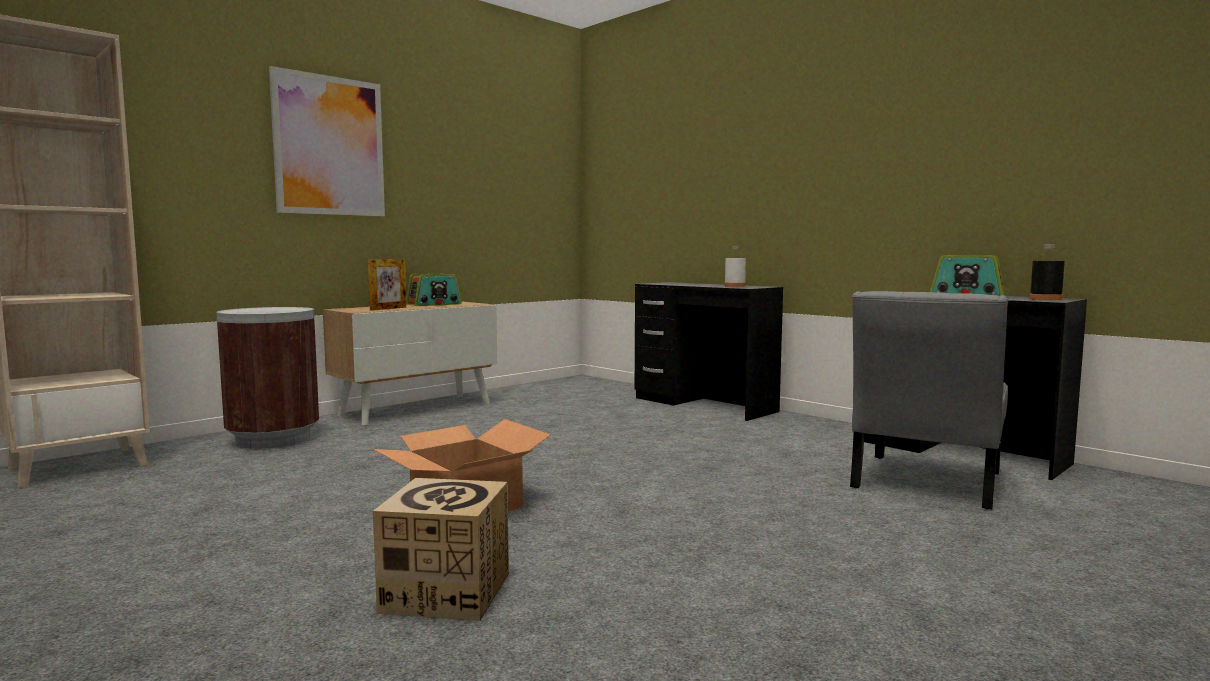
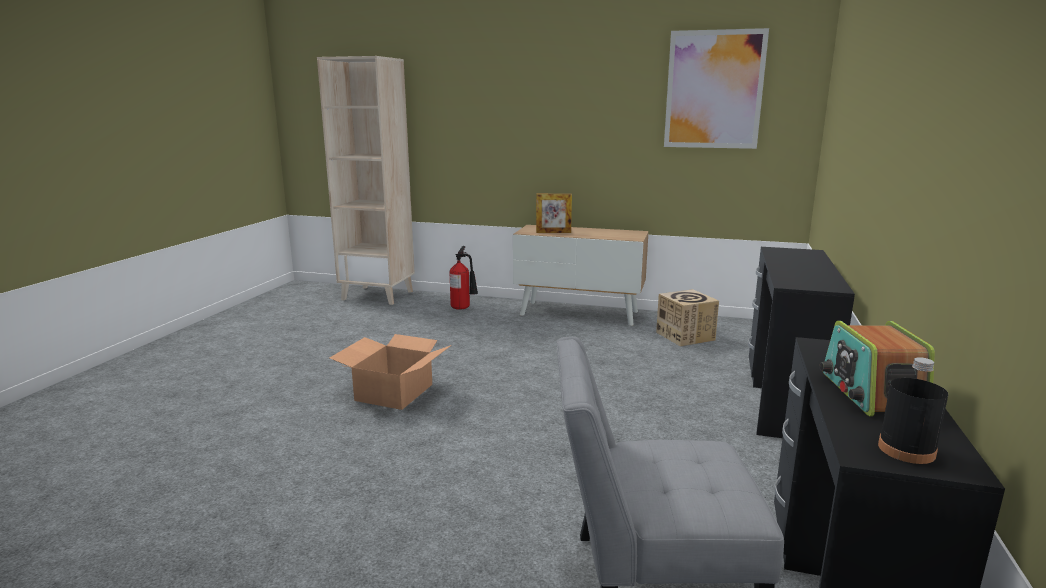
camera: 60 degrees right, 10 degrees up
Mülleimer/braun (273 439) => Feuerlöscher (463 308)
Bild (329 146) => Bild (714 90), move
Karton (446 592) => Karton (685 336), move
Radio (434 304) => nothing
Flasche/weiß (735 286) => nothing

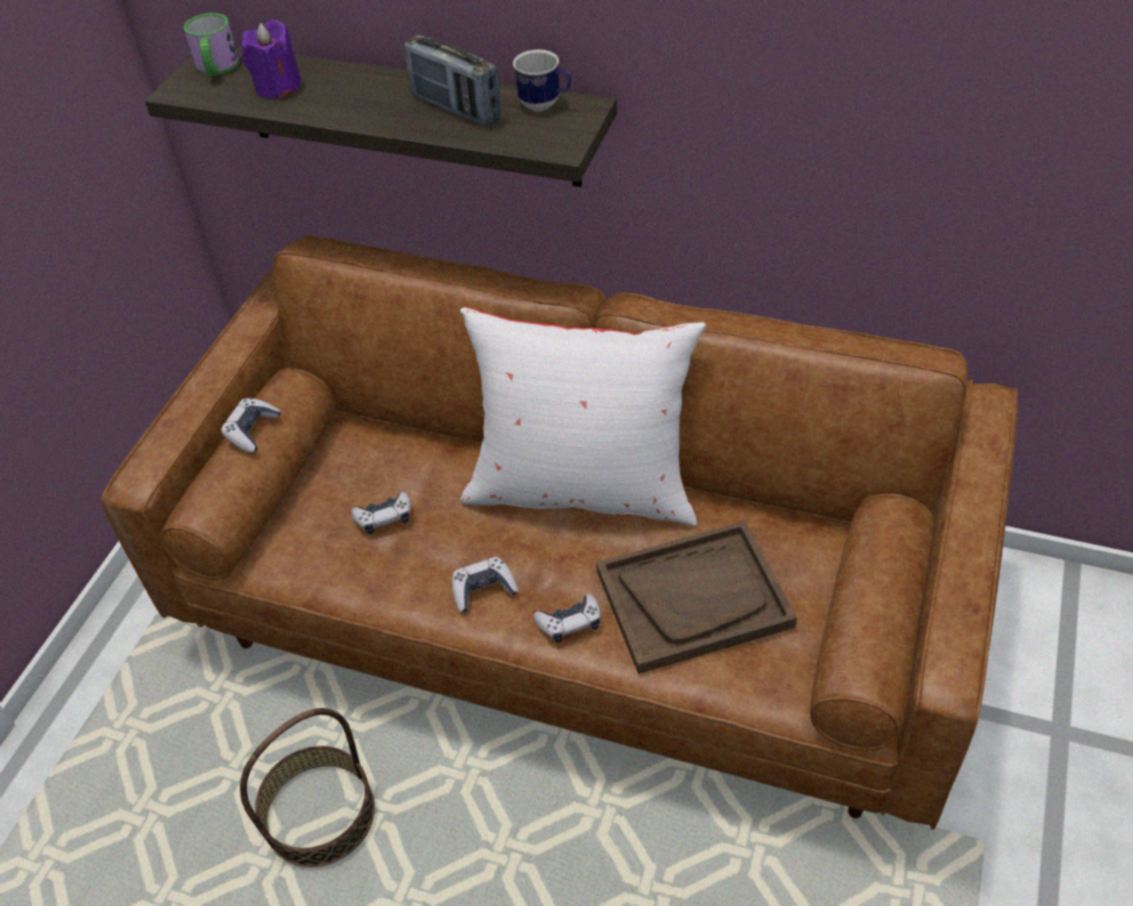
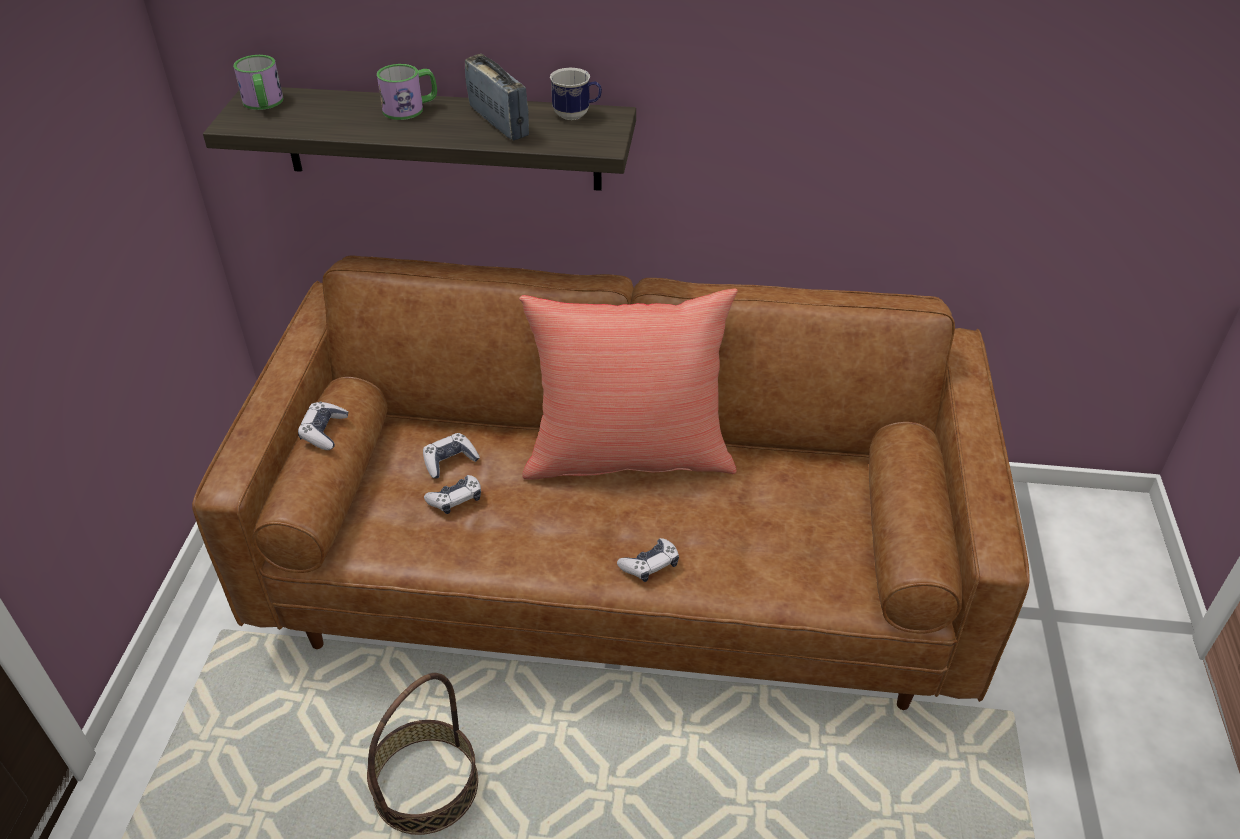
camera: 15 degrees left, 5 degrees down
Kerze/lila (277 87) => nothing
Radio (456 108) => Radio (499 122), 150 degrees counterclockwise
Gamepad (483 590) => Gamepad (450 461), move
Kissen/weiß (582 488) => Kissen/rot (628 455)
Tablett/braun (694 598) => nothing
nothing => Henkelbecher (410 108)

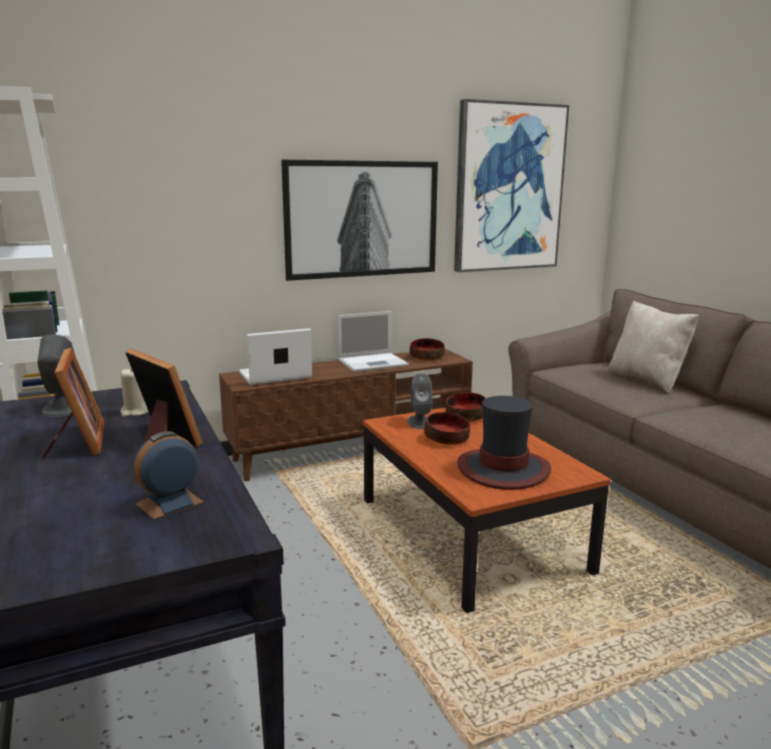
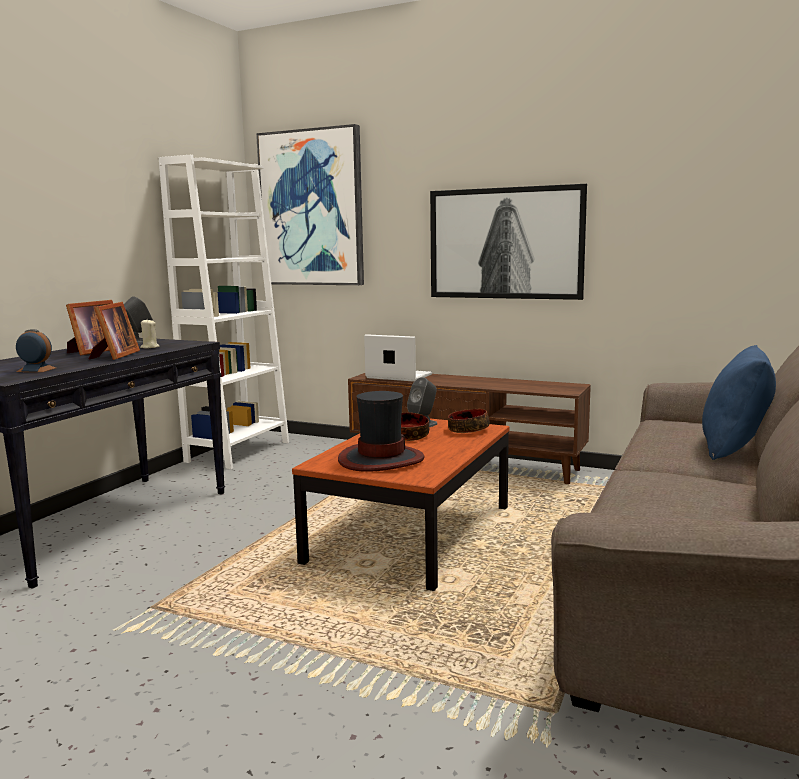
camera: 50 degrees right, 5 degrees down
Laptop (374 363) => nothing
Schüssel (426 357) => nothing
Bild (508 188) => Bild (312 208), move
Kissen/beige (646 380) => Kissen/blau (734 448)

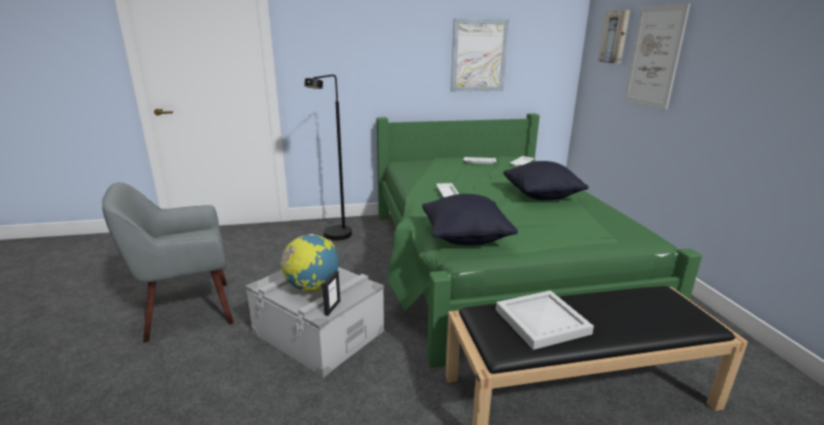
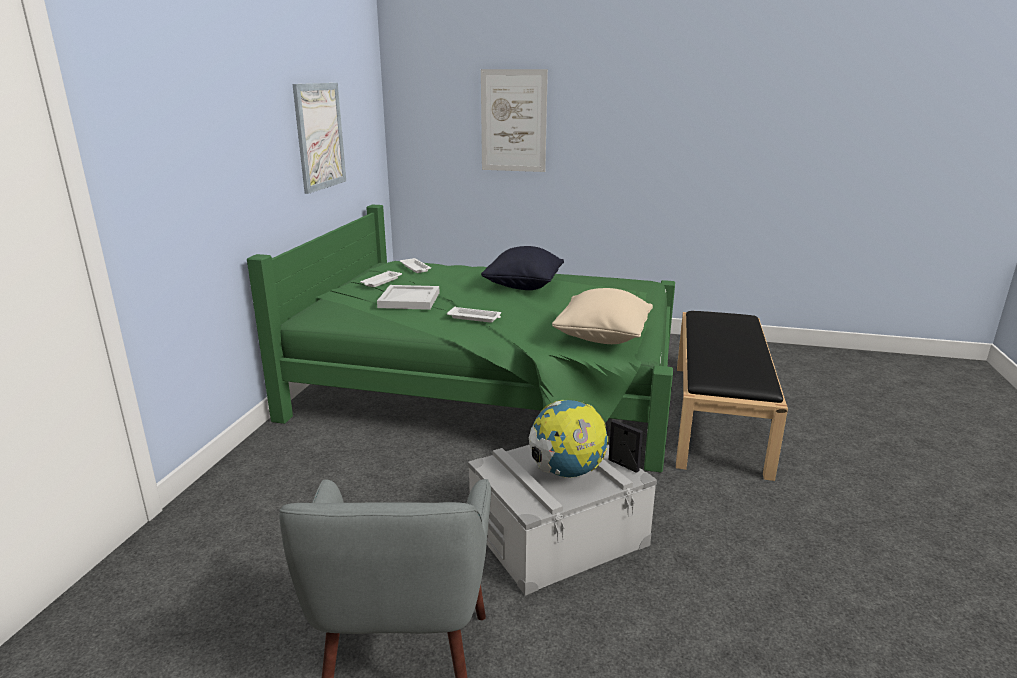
camera: 65 degrees left, 0 degrees up
Stehlampe/schwarz (335 238) => nothing
Kissen/schwarz (465 238) => Kissen/beige (602 338)
Tablett/weiß (542 320) => Tablett/weiß (408 300), move
Bild (615 37) => nothing

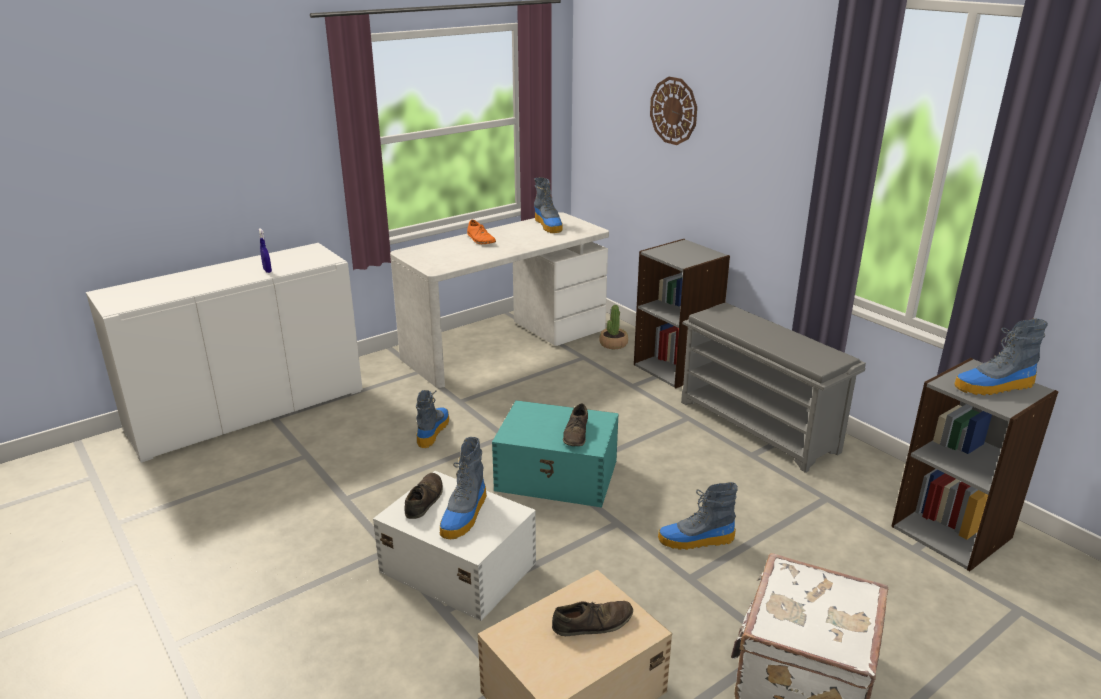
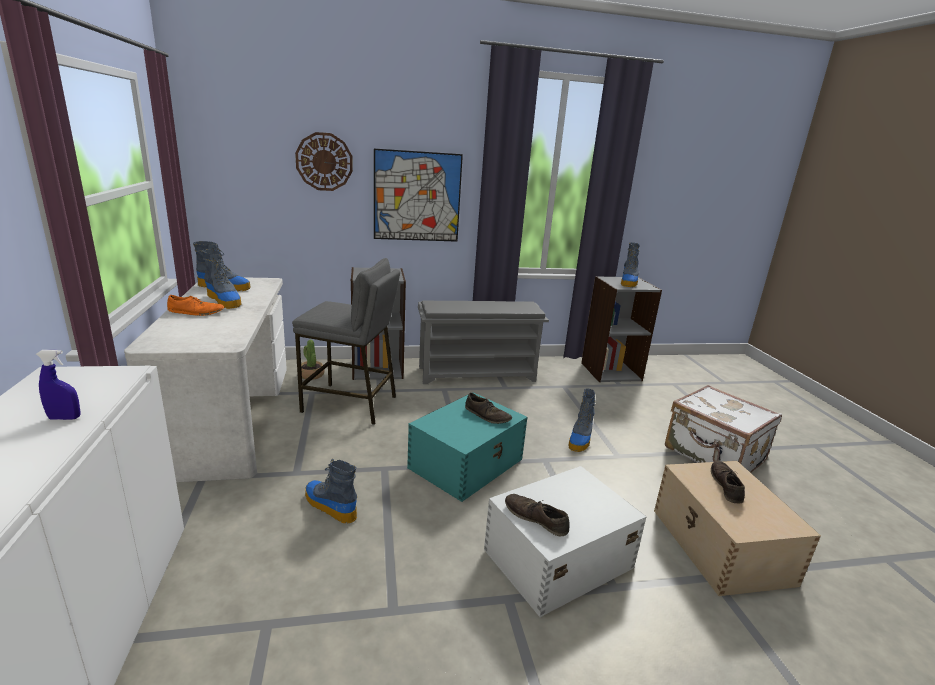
camera: 65 degrees left, 5 degrees down
Stiefel (464 515) => Stiefel (224 301), move
nothing => Hocker/grau (350 404)
nothing => Bild (417 197)

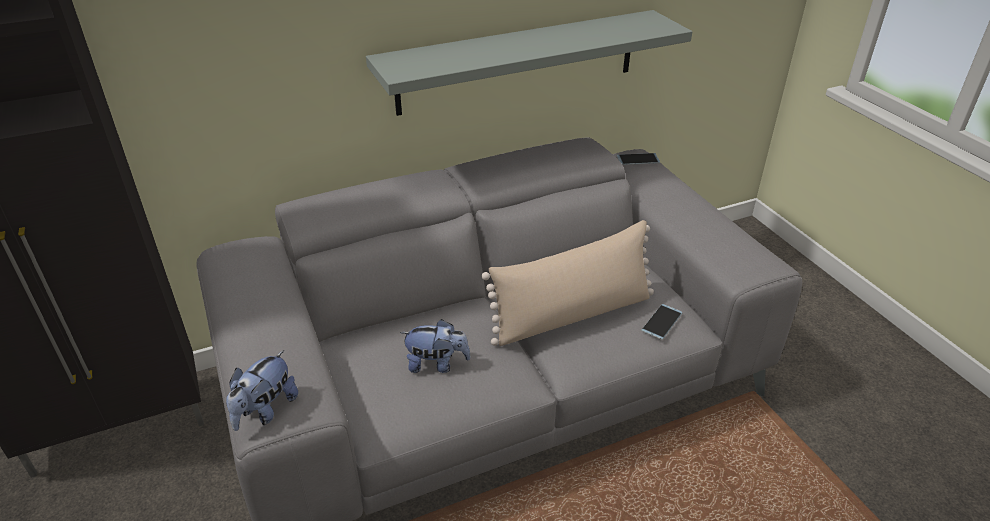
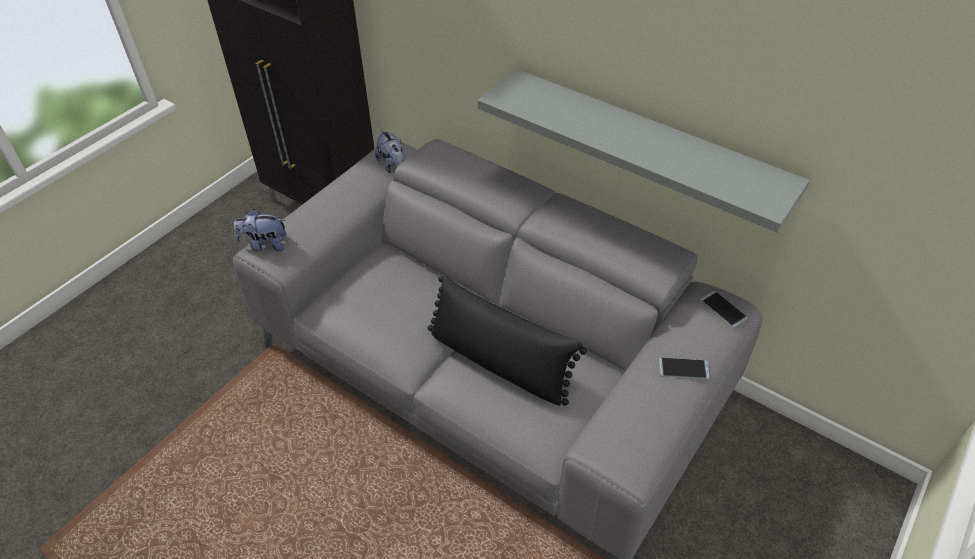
camera: 60 degrees right, 10 degrees up
Plüschtier (437 364) => Plüschtier (393 166), move
Kissen/beige (572 315) => Kissen/schwarz (499 362)
Handy (662 322) => Handy (683 368), move

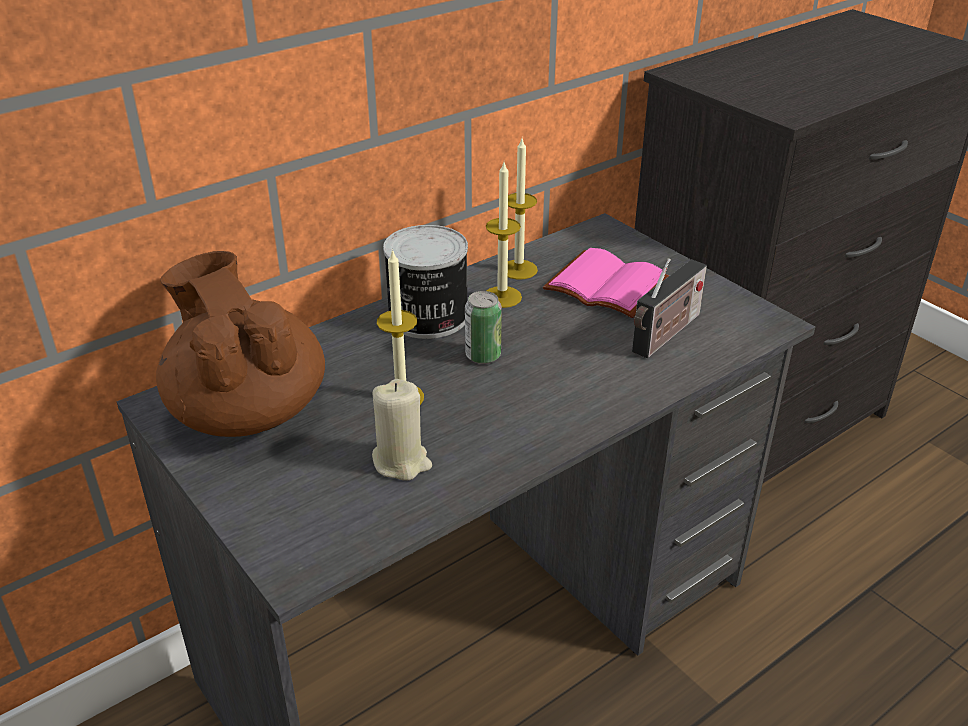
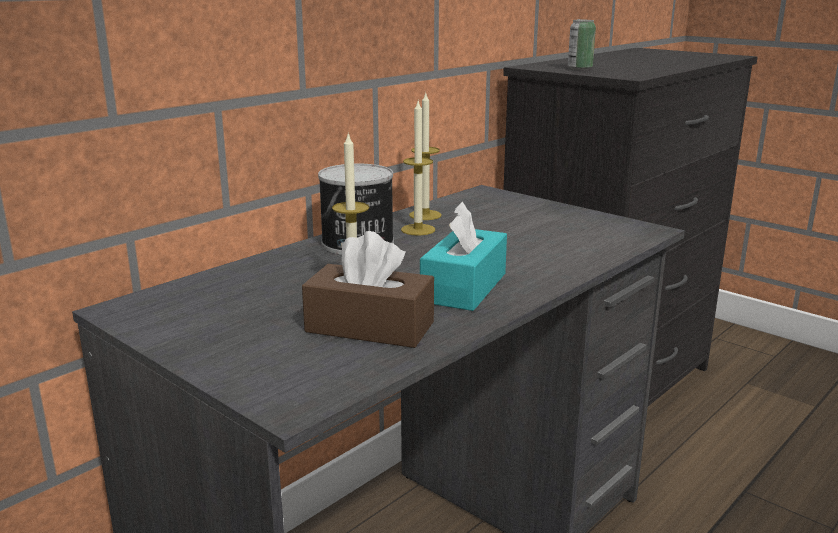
camera: 10 degrees left, 15 degrees down
Teekanne/braun (247 410) => nothing
Kerze/beige (401 462) => Taschentuchbox/braun (370 327)
Dose (483 356) => Dose (580 68), move
Buch/rosa (603 287) => nothing
Radio (665 336) => nothing
nothing => Taschentuchbox/türkis (464 287)

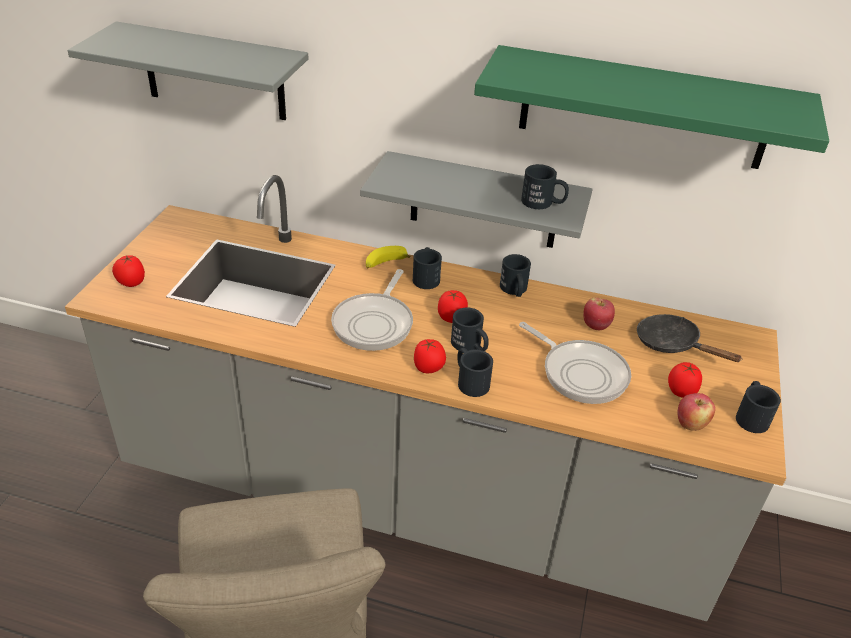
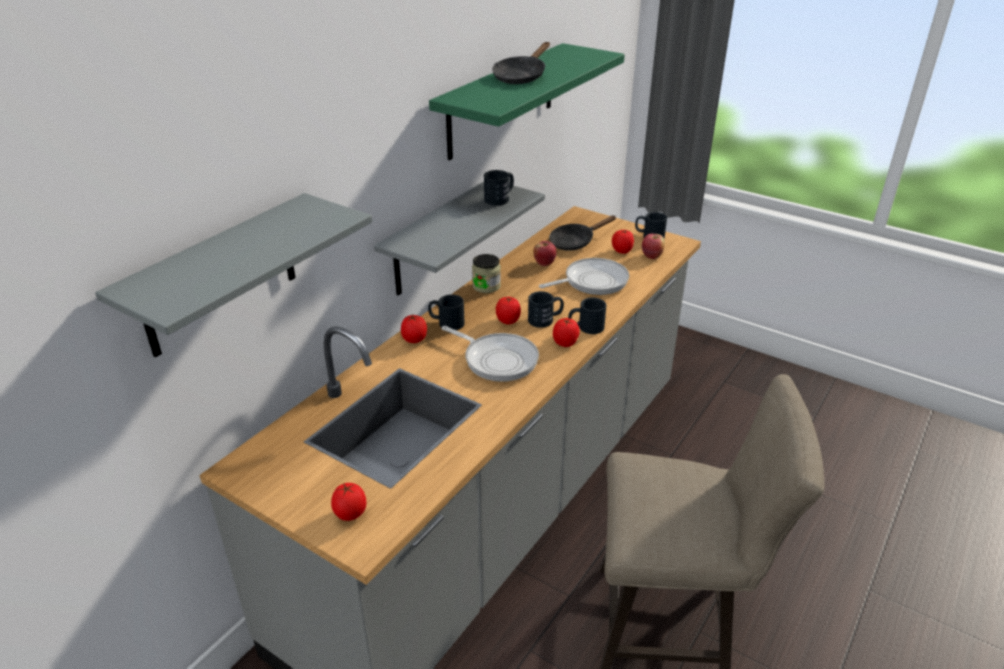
camera: 70 degrees left, 5 degrees down
Banane (385 264) => Tomate (414 340)
Henkelbecher/schwarz (514 290) => Vorratsglas (486 286)
nothing => Pfanne/schwarz (521 76)

